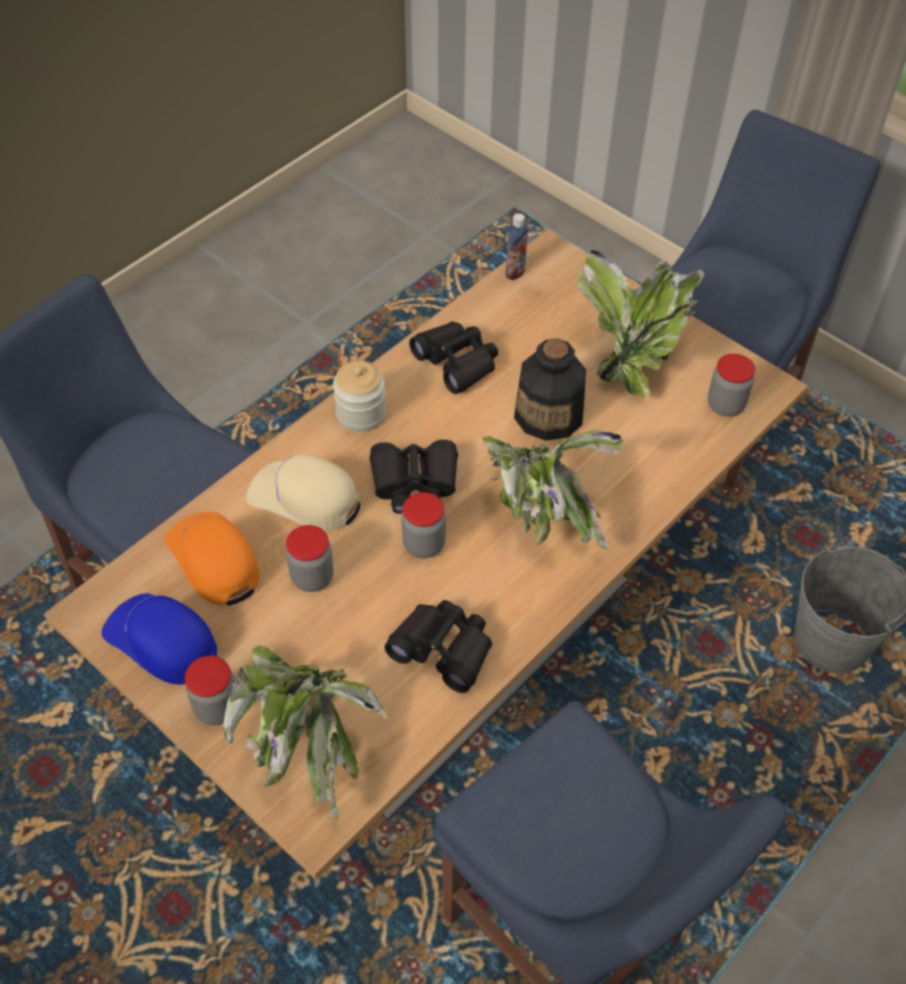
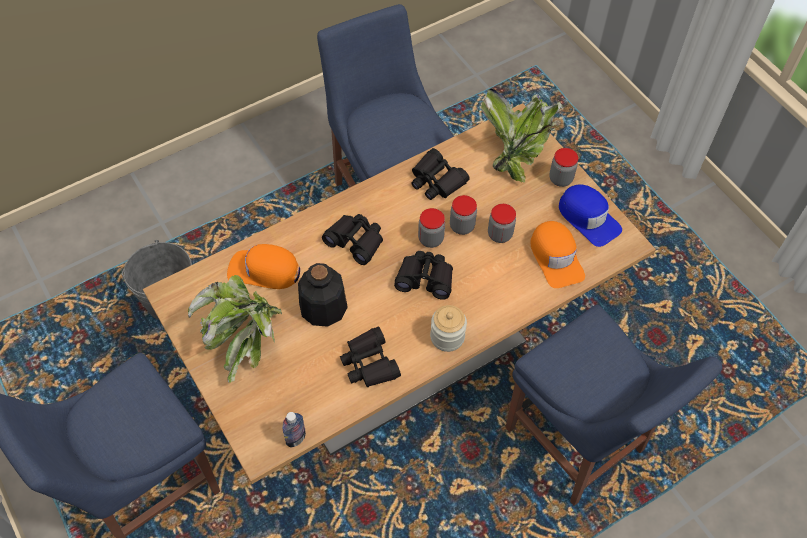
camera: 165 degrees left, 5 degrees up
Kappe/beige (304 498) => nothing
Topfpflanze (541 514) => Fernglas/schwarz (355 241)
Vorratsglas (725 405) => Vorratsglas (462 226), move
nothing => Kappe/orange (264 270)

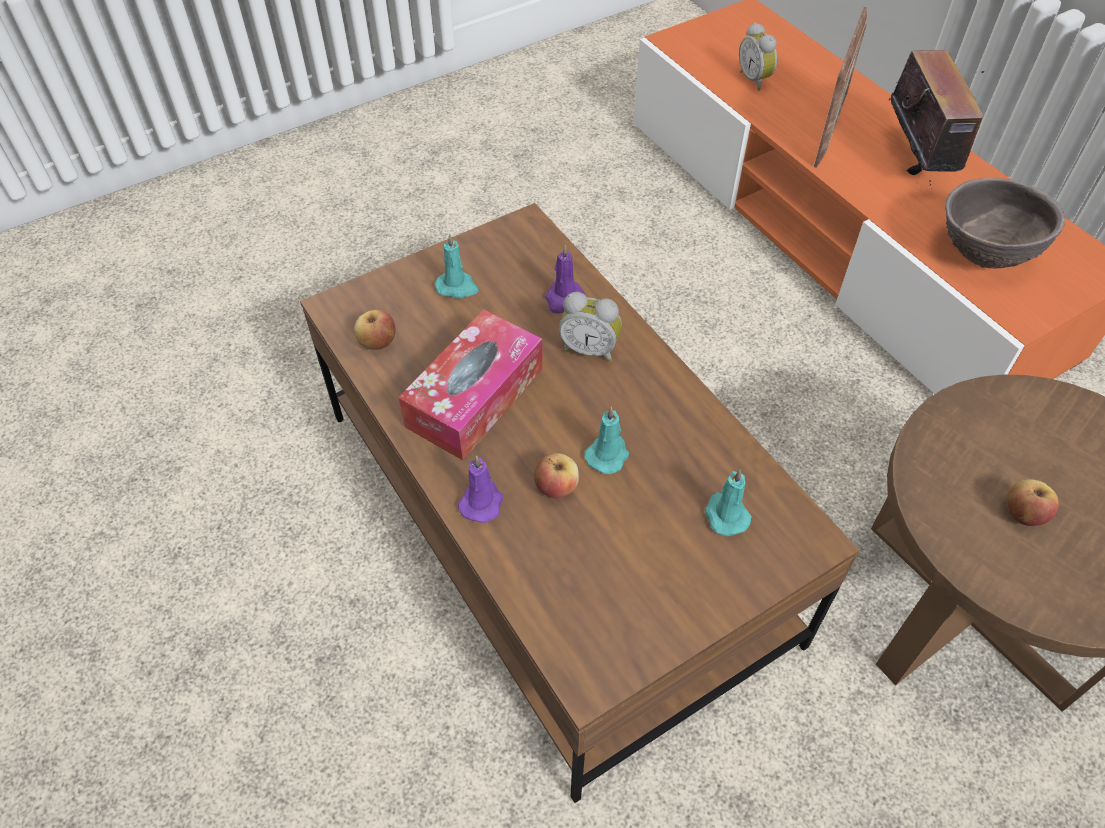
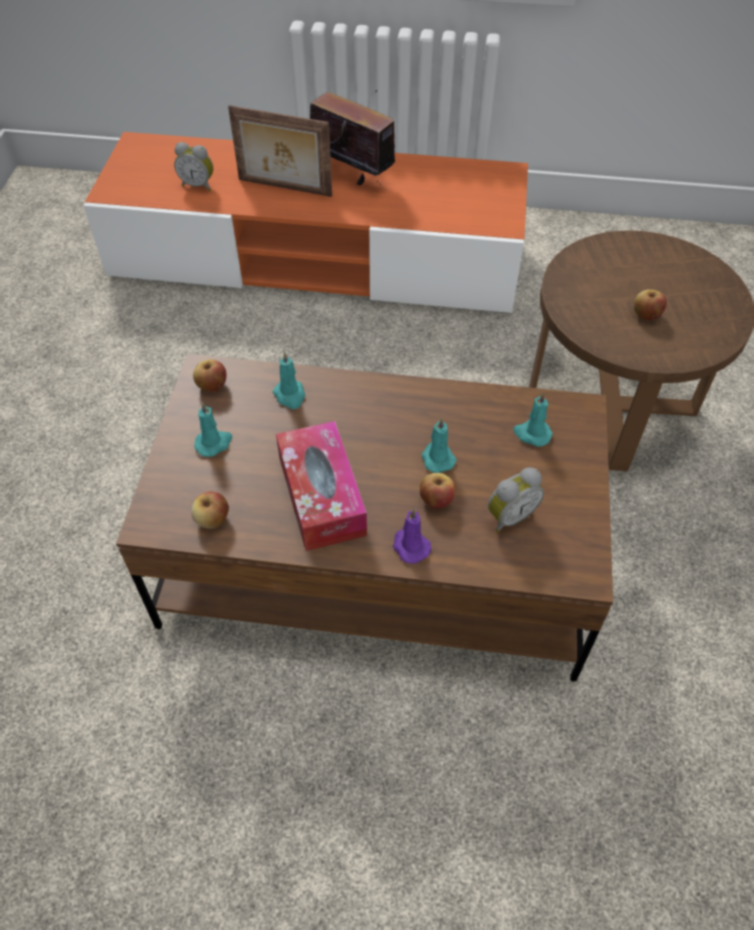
camera: 50 degrees left, 0 degrees up
Kerze/lila (563 299) => Kerze/türkis (290 396)
Wecker (589 349) => Wecker (509 516), move
Bilderrahmen (830 131) => Bilderrahmen (284 188), 135 degrees clockwise
Schüssel/braun (982 256) => nothing
nothing => Apfel (212 385)

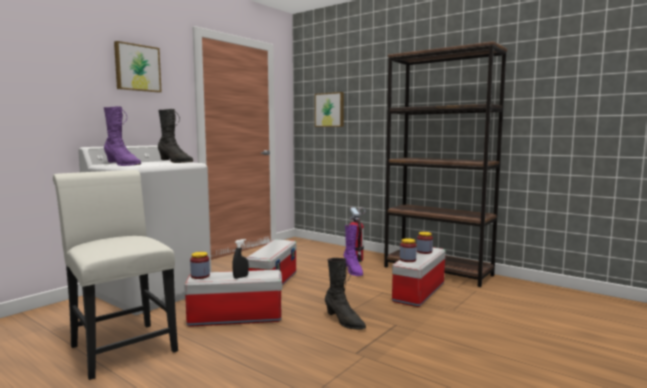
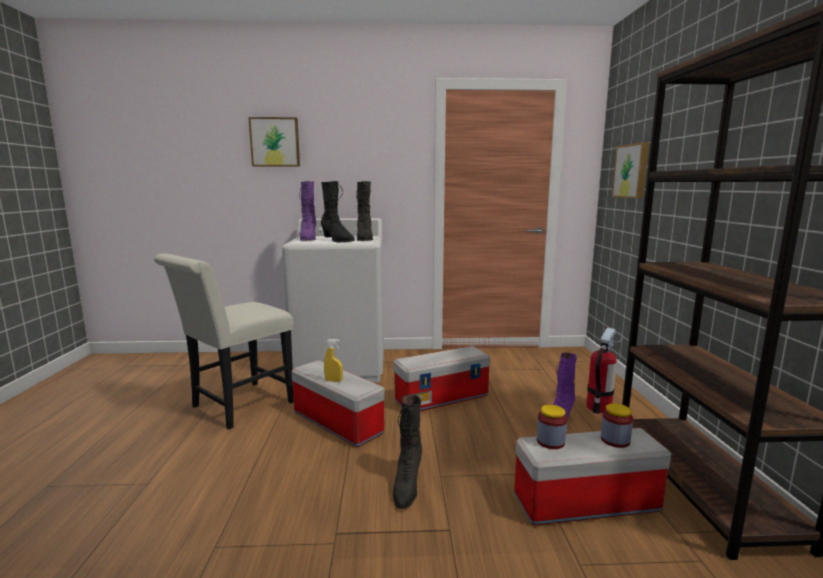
camera: 50 degrees right, 5 degrees up
Stuhl/weiß (121 346) => Stuhl/weiß (236 407), 150 degrees counterclockwise
Bild (137 68) => Bild (275 142), move
Vorratsglas (200 276) => nothing
Sprühflasche/schwarz (240 277) => Sprühflasche/gelb (333 381)
nothing => Stiefel/schwarz (337 240)

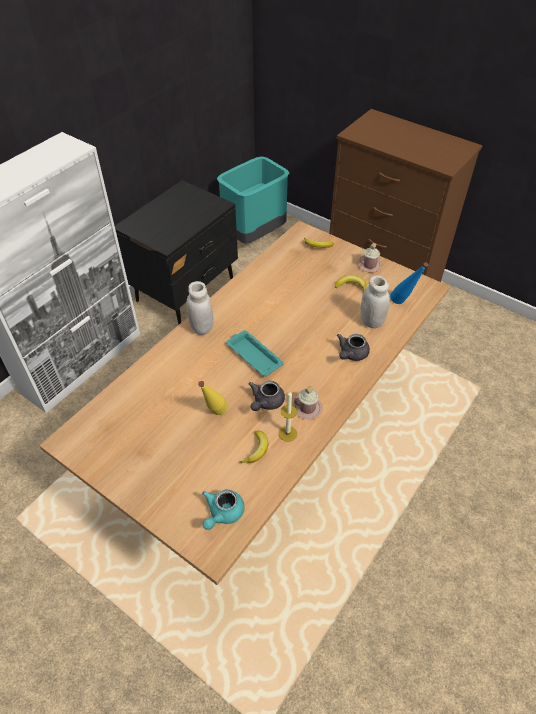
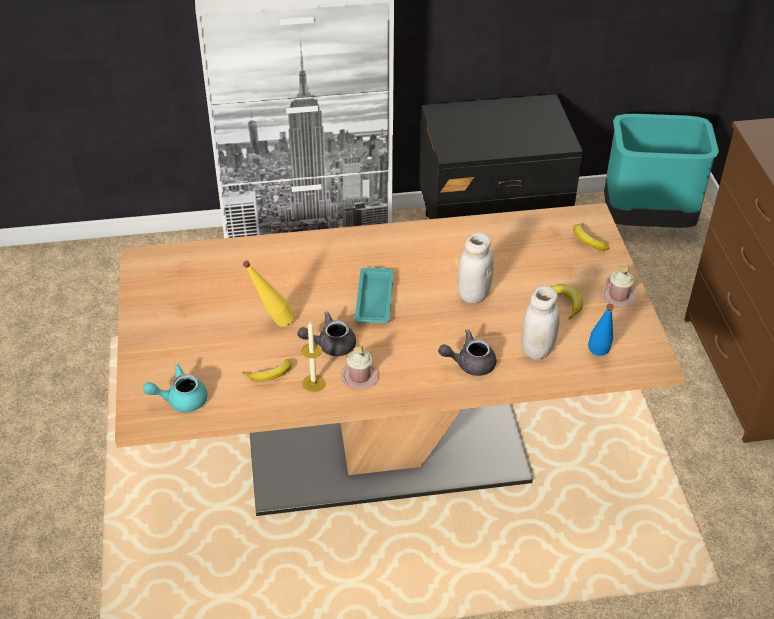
camera: 45 degrees right, 5 degrees down
Vorratsglas/weiß (201 327) => Vorratsglas/weiß (473 294), move

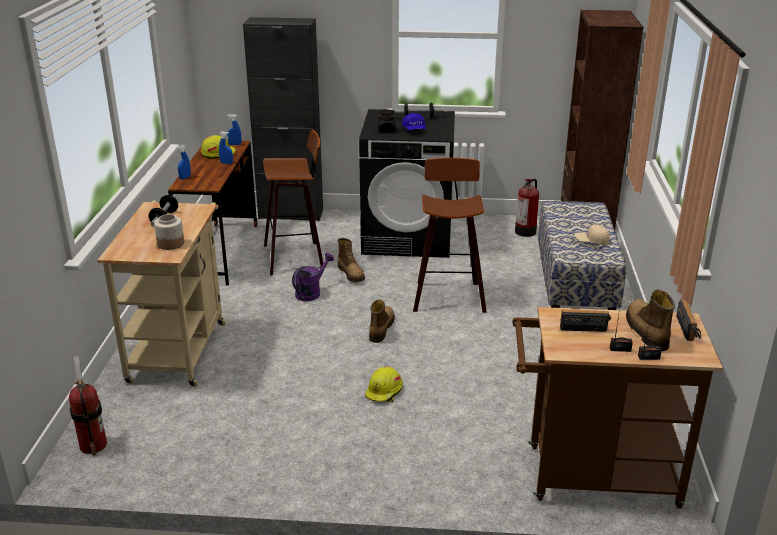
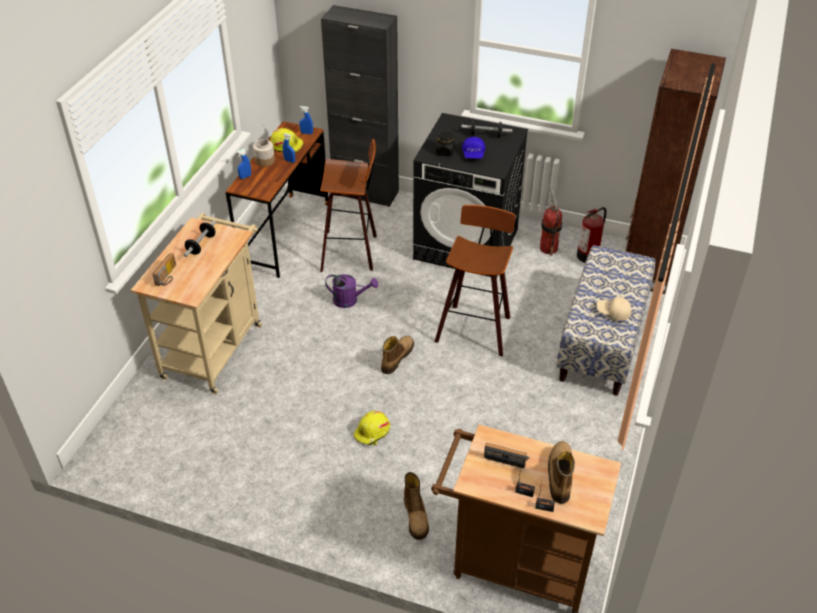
camera: 15 degrees right, 15 degrees up
Feuerlöscher (93 445) => Feuerlöscher (548 248), move
Vorratsglas (171 244) => Vorratsglas (265 160), move
Gießkanne/lila (311 292) => Gießkanne/lila (350 300), 45 degrees clockwise
Stiefel (351 274) => Stiefel (416 516), move
Radio (689 329) => Radio (168 276), move

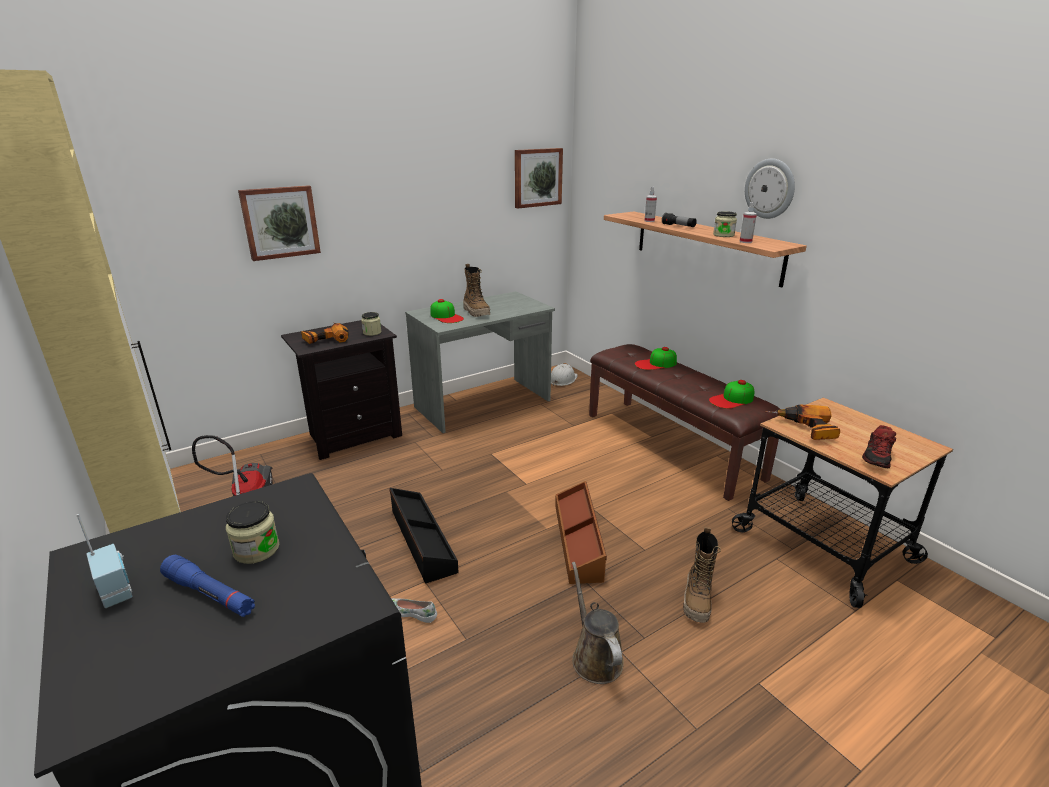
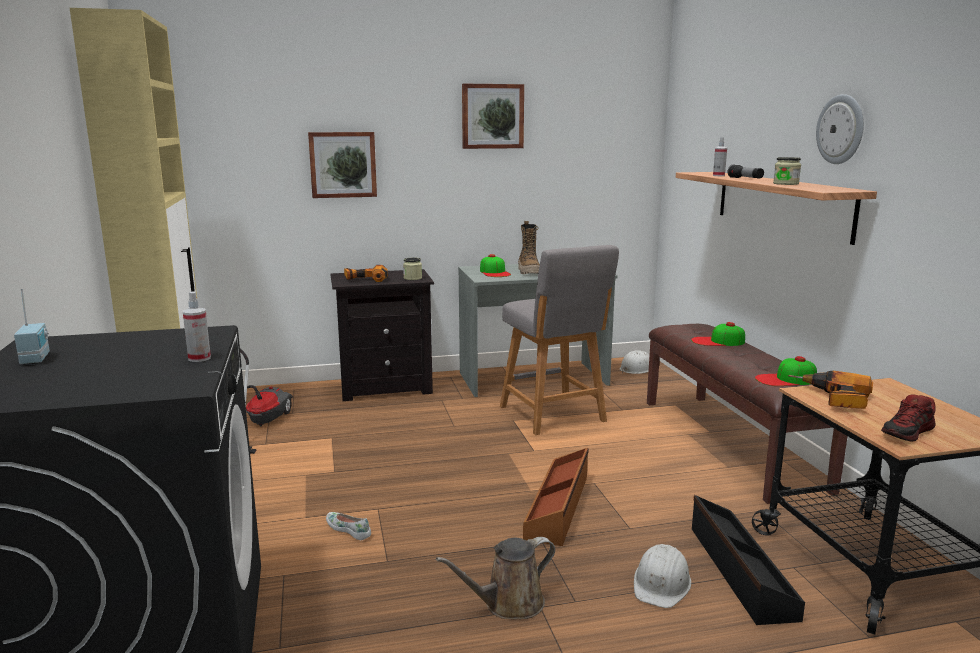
camera: 20 degrees right, 10 degrees down
Taschenlampe/blau (210 594) => nothing
Vorratsglas (256 550) => nothing
Aufbewahrungsbox/schwarz (421 540) => Aufbewahrungsbox/schwarz (739 571), move
Bild (537 177) => Bild (492 116), move
Gießkanne/braun (595 656) => Gießkanne/braun (508 604), 120 degrees counterclockwise
Stiefel (697 600) => Schutzhelm/weiß (662 583)
Sprühflasche (745 242) => Sprühflasche (199 358), move
nothing => Hocker/grau (554 416)

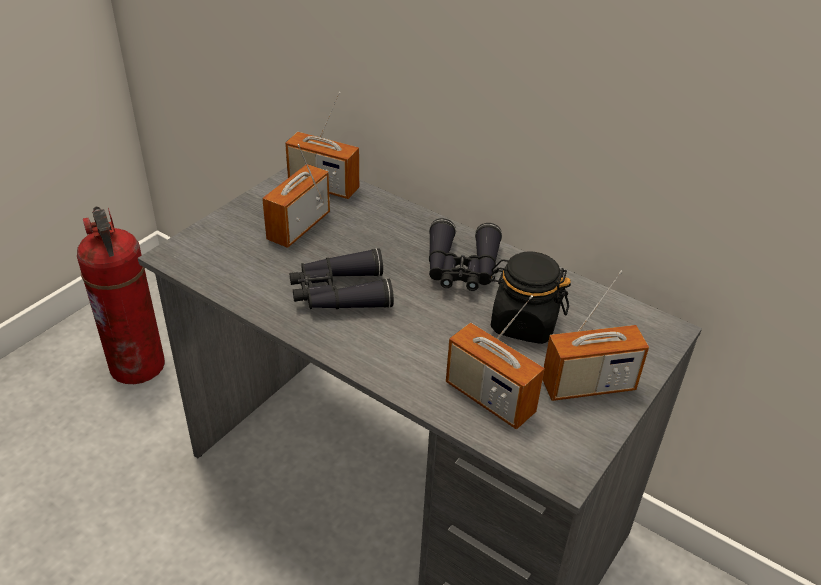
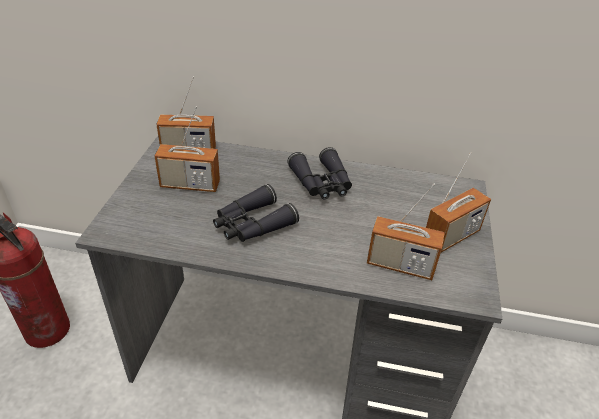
camera: 25 degrees left, 0 degrees up
Radio (298 227) => Radio (190 185), 90 degrees counterclockwise
Vorratsglas/schwarz (523 323) => nothing

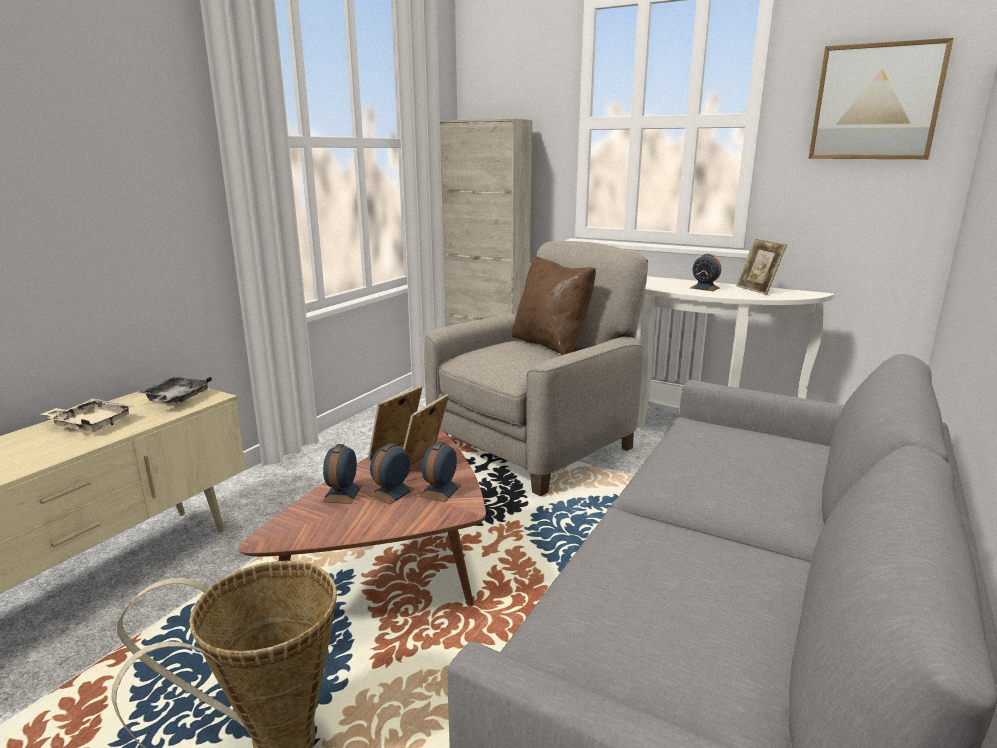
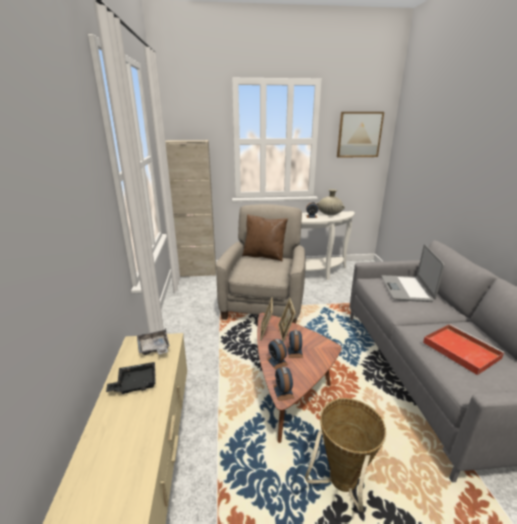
camera: 35 degrees left, 5 degrees up
Tablett/beige (91 424) => Tablett/schwarz (135 383)
Wecker (440 490) => Wecker (283 391), move
Bilderrahmen (757 290) => Vase/beige (329 214)
nothing => Laptop (406 289)
nothing => Tablett/rot (459 349)

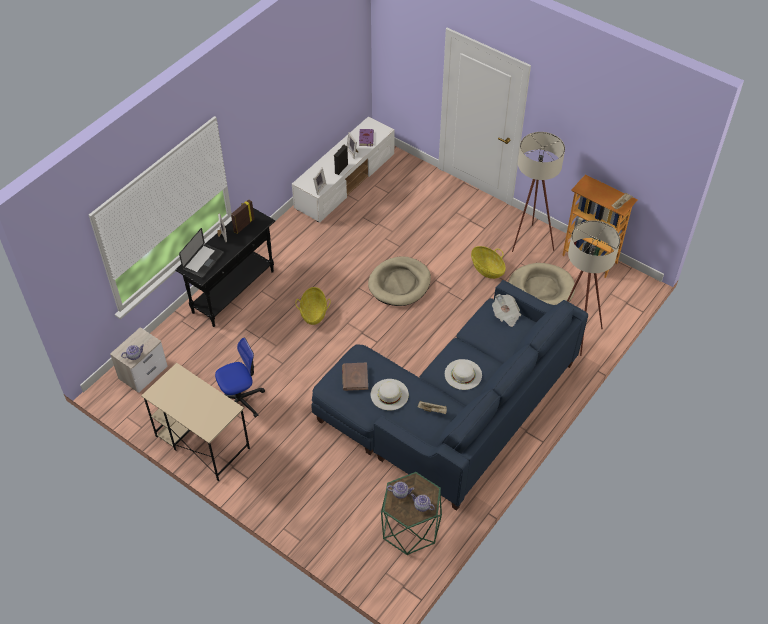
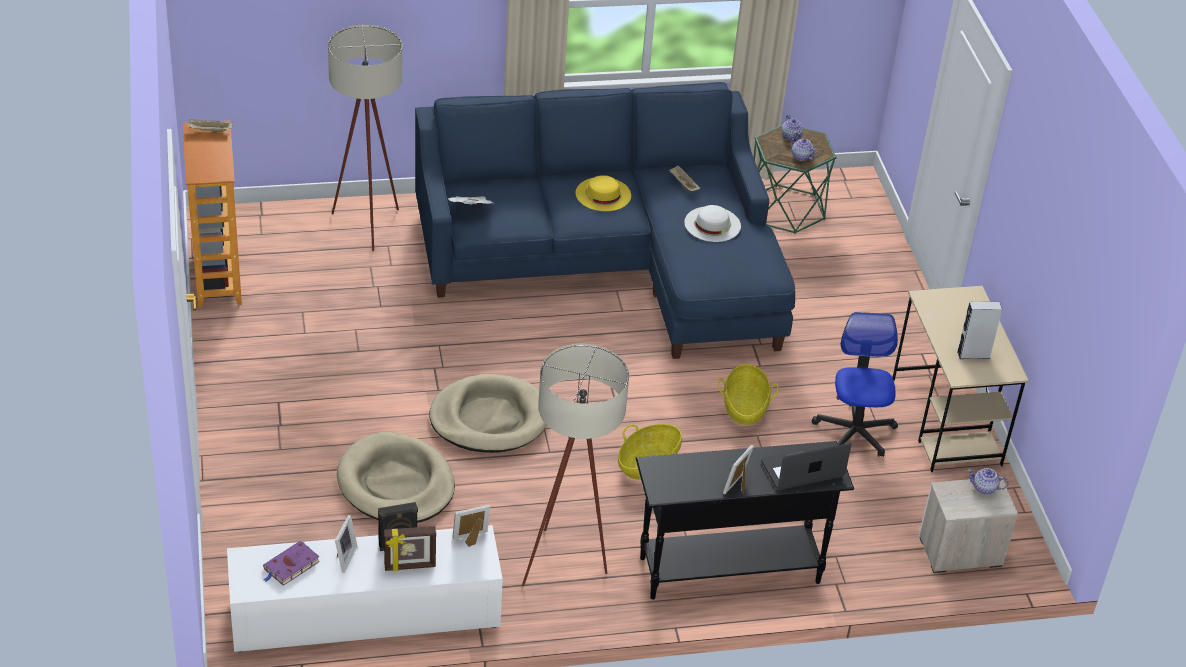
camera: 140 degrees left, 10 degrees down
Bürostuhl (240 400) => Bürostuhl (854 432), 75 degrees clockwise
Bilderrahmen (243 225) => Bilderrahmen (410 566), move
Buch/braun (355 377) => nothing
Hut/weiß (463 374) => Hut/gelb (603 194)
Korb (487 269) => Korb (744 407), move
Hundebett/beige (541 288) => Hundebett/beige (396 484), move
Stehlampe/beige (528 244) => Stehlampe/beige (568 565), move
nothing => Lautsprecher/grau (973 354)

